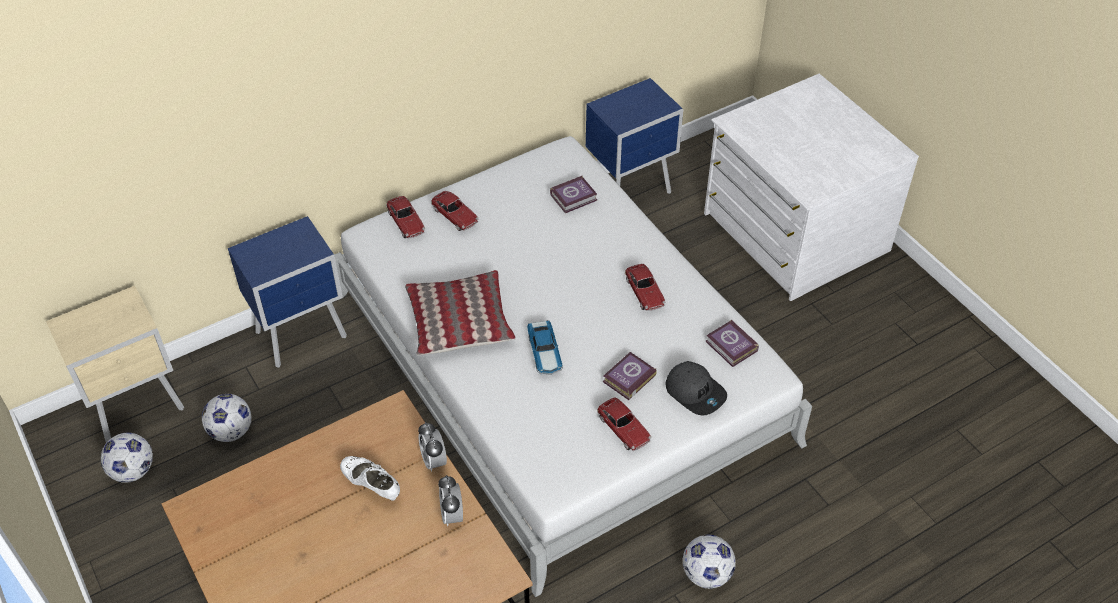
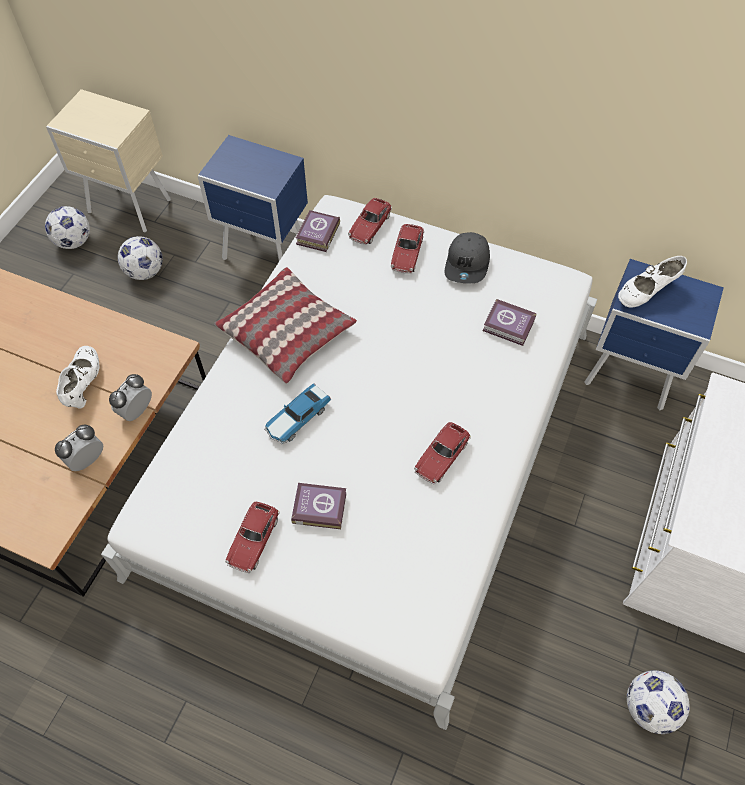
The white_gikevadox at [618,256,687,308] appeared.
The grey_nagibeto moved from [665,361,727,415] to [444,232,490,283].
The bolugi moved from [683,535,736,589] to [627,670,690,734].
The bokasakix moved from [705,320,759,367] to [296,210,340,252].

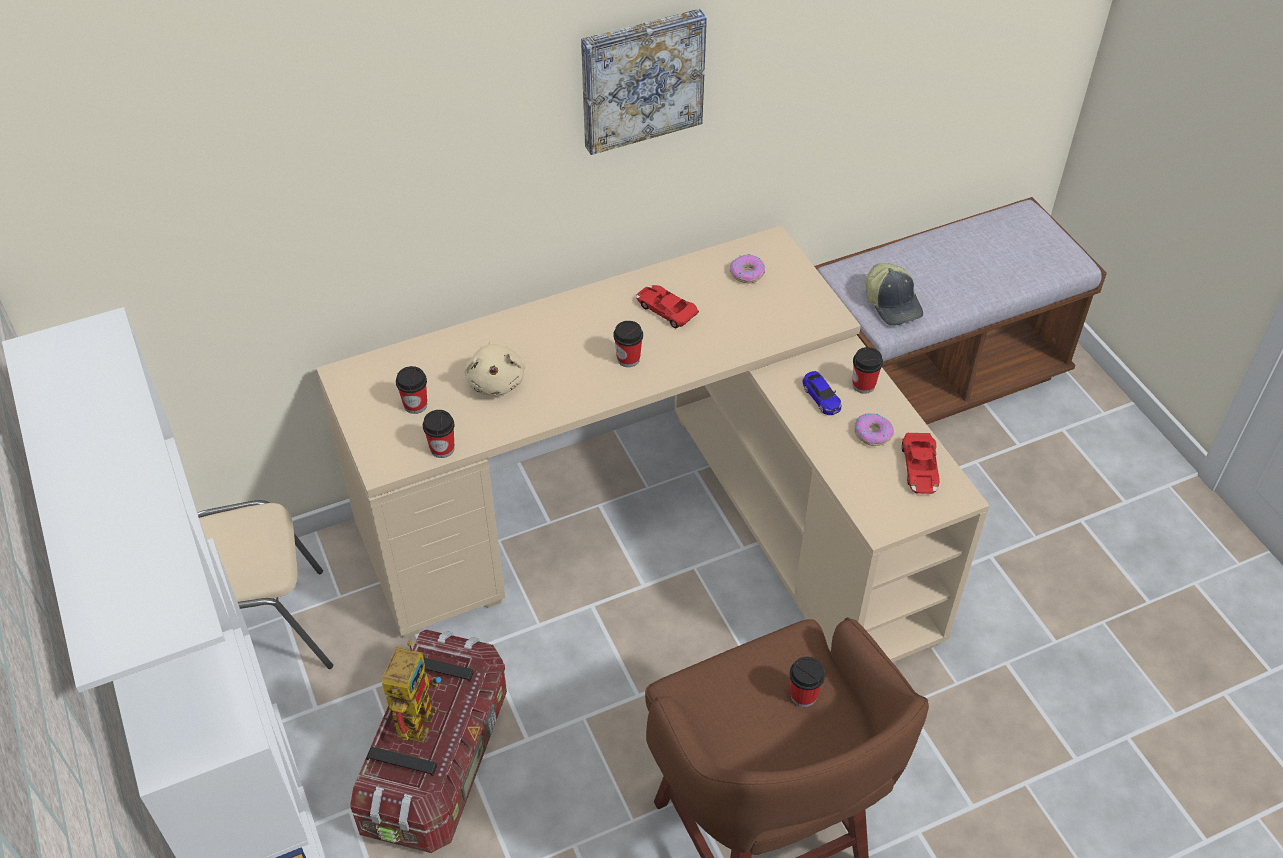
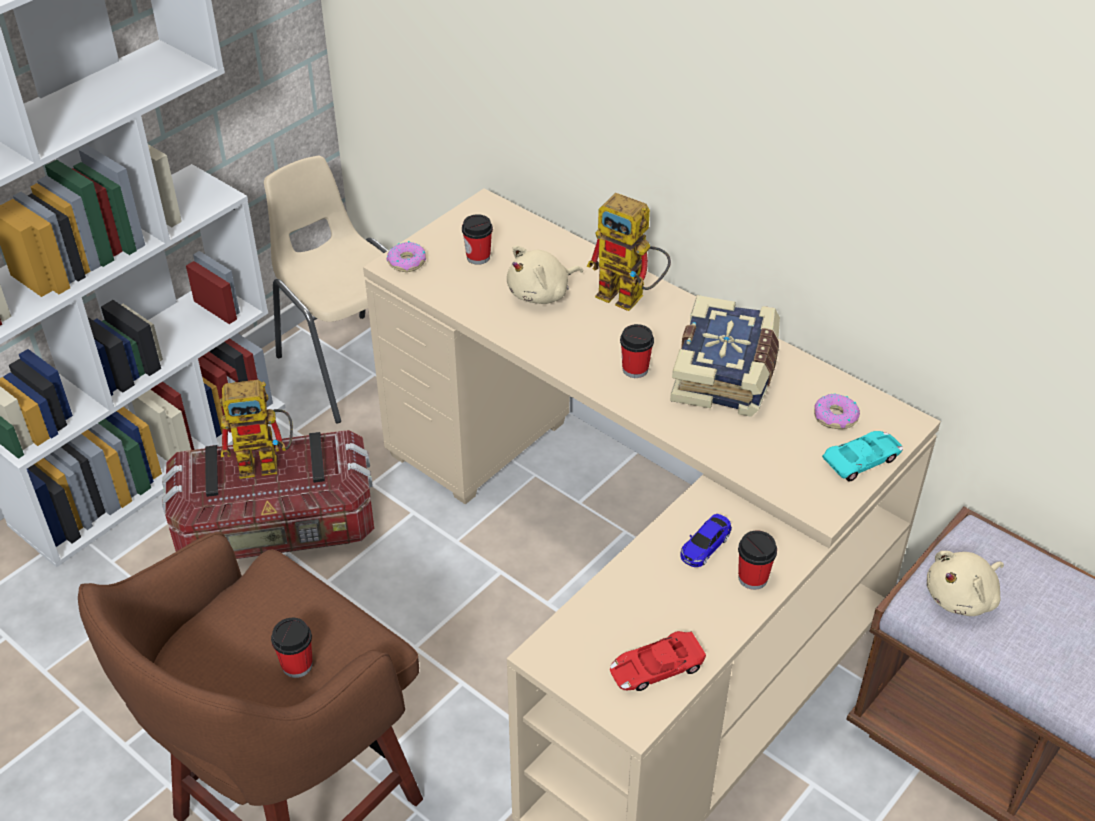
The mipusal at [423,410,455,458] disappeared.
The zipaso at [581,9,707,155] disappeared.
The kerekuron at [587,193,671,311] appeared.
The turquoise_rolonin at [822,431,903,482] appeared.
The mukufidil moved from [854,413,894,446] to [387,241,426,272].
The red_rolonin at [636,285,699,328] was replaced by the bokasakix at [670,295,780,417].
The nagibeto at [866,263,923,326] was replaced by the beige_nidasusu at [927,551,1004,616].

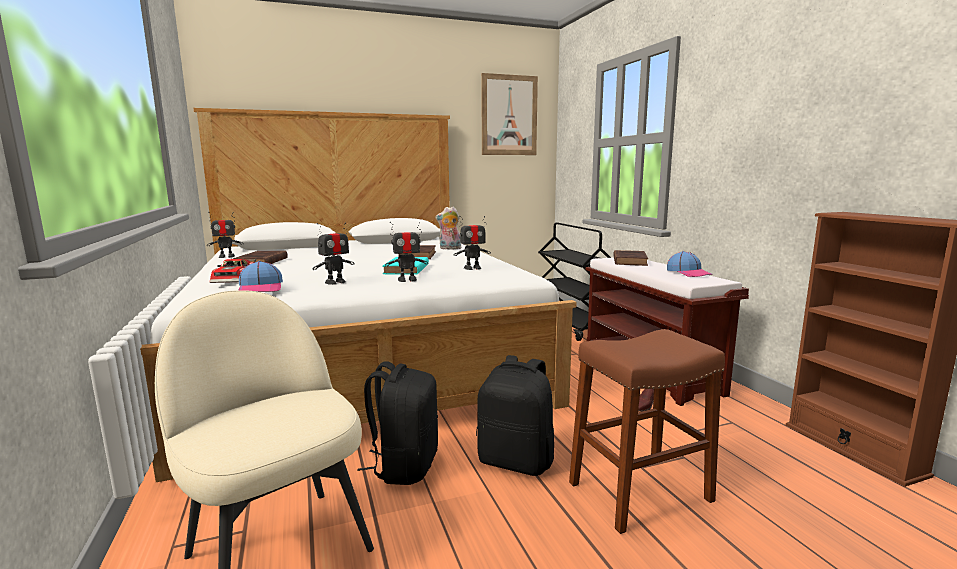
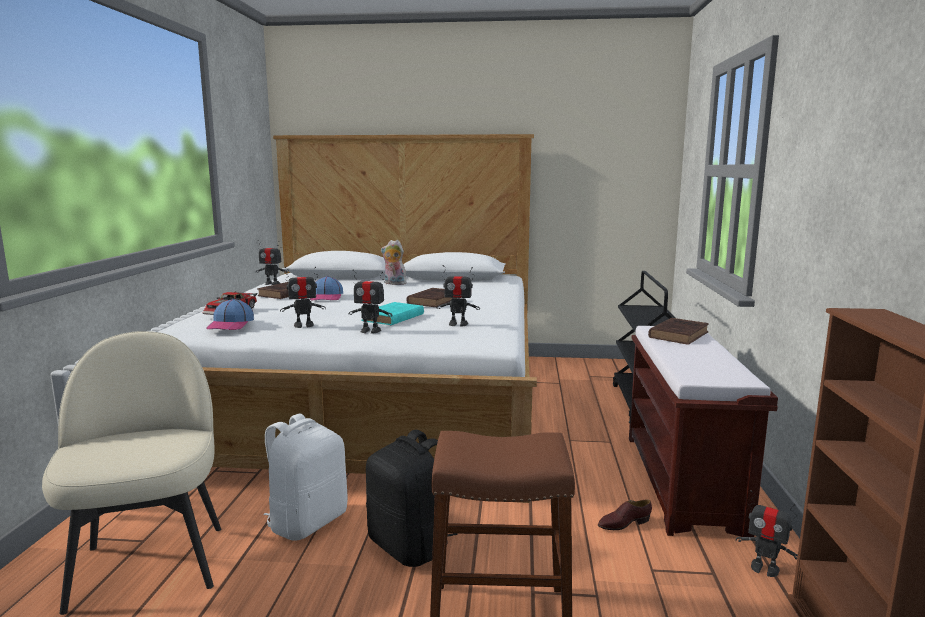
The zipaso at [481,73,538,155] disappeared.
The kerekuron at [736,490,798,577] appeared.
The nidasusu moved from [435,207,462,250] to [381,240,408,285].
The nagibeto moved from [667,251,713,277] to [310,276,343,300].
The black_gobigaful at [357,361,438,485] became the white_gobigaful at [263,413,348,540].

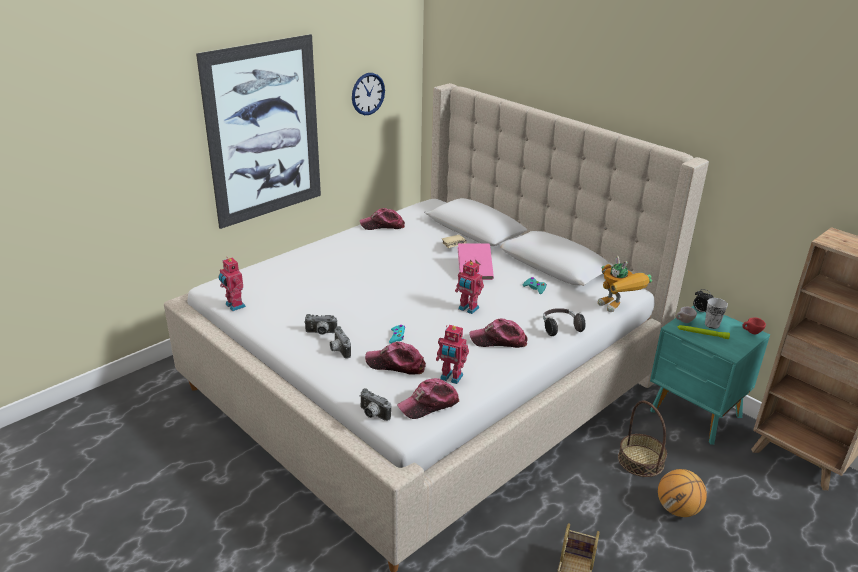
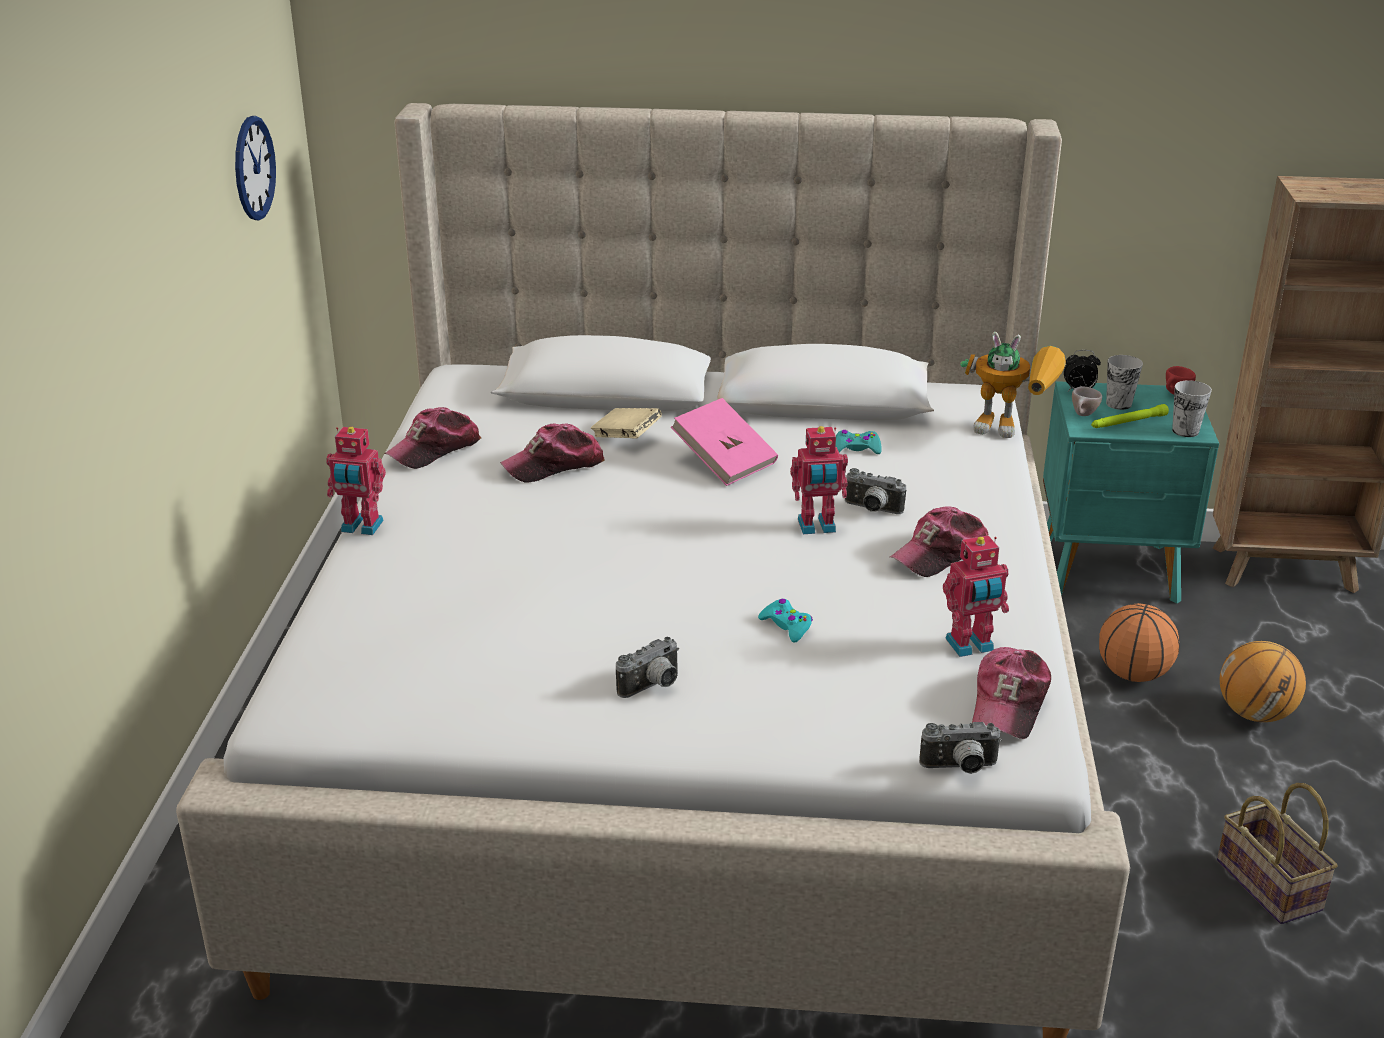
The zipaso at [196,34,321,229] disappeared.
The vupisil at [543,308,585,336] disappeared.
The mipusal at [1172,380,1212,437] appeared.
The kerekuron moved from [218,257,246,311] to [326,427,386,535].
The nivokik moved from [330,326,351,359] to [845,468,906,514].
The nagibeto moved from [365,342,426,375] to [500,423,605,483].
The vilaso at [618,401,667,477] was replaced by the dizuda at [1099,603,1179,682].

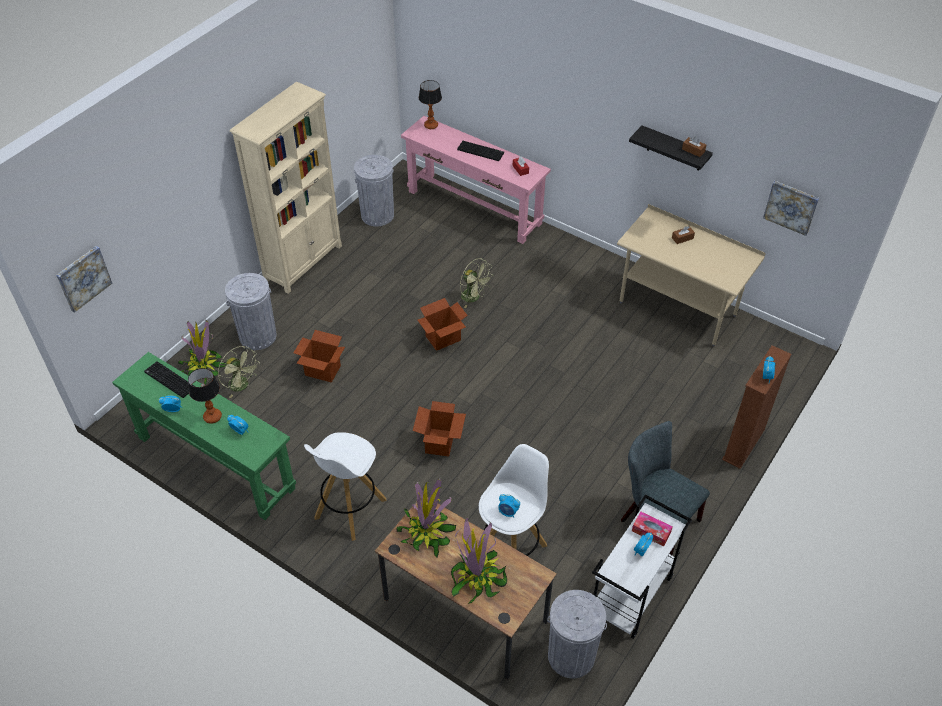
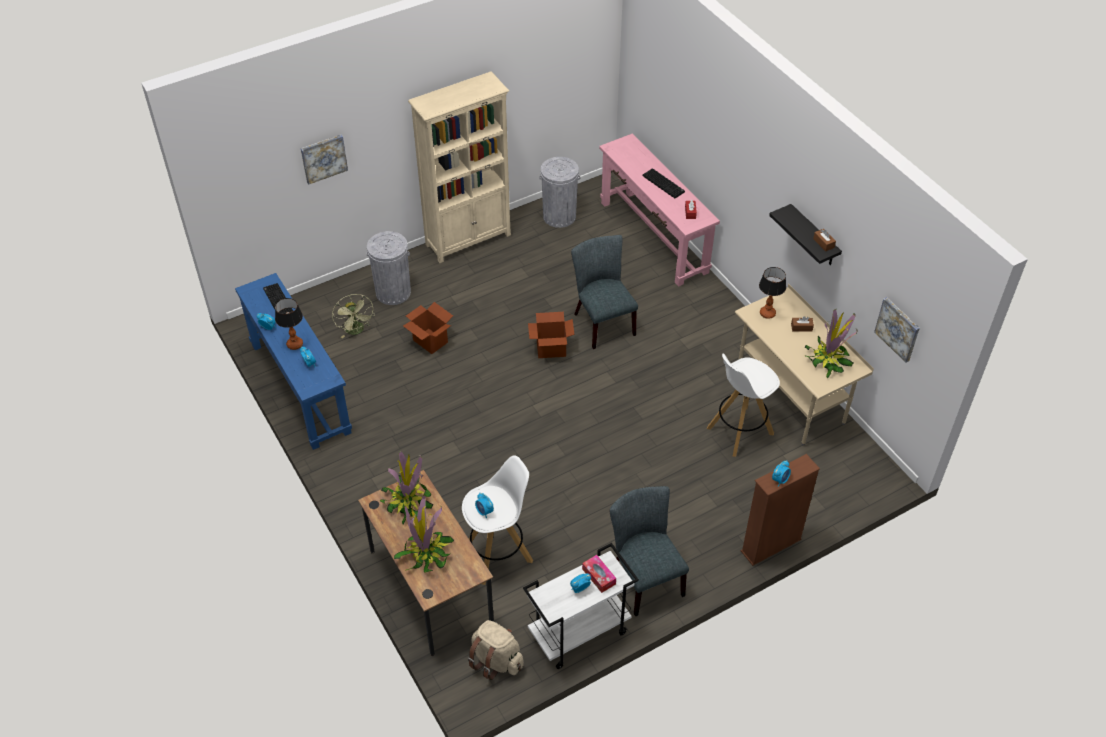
The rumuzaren at [413,401,466,457] disappeared.
The zipaso moved from [56,246,112,313] to [301,135,348,185].
The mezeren moved from [178,320,226,385] to [805,309,858,379].
The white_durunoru moved from [304,432,386,541] to [707,354,780,457].
The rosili moved from [419,80,442,129] to [759,267,786,319].
The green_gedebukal at [460,258,492,308] was replaced by the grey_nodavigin at [571,235,638,349].
The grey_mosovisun at [547,590,607,678] was replaced by the beige_gobigaful at [468,620,524,680].
The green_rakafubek at [112,352,296,520] became the blue_rakafubek at [235,273,352,450].

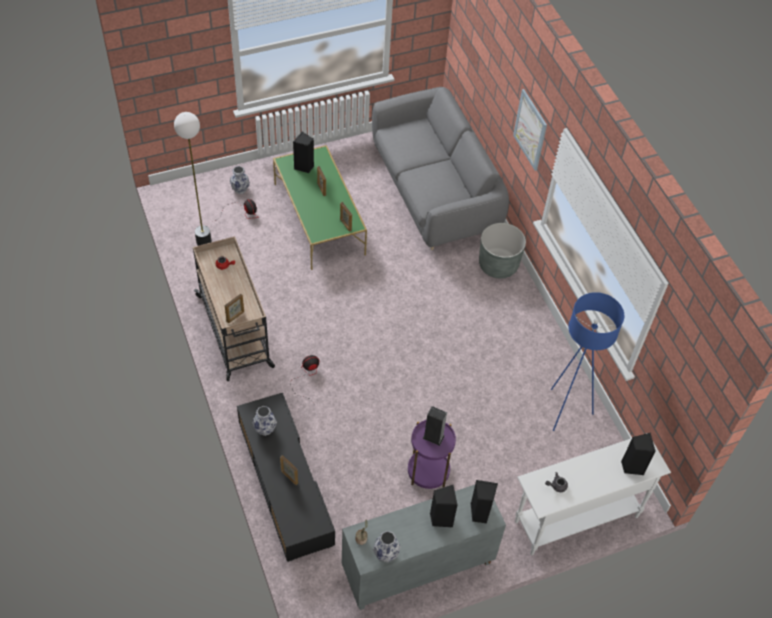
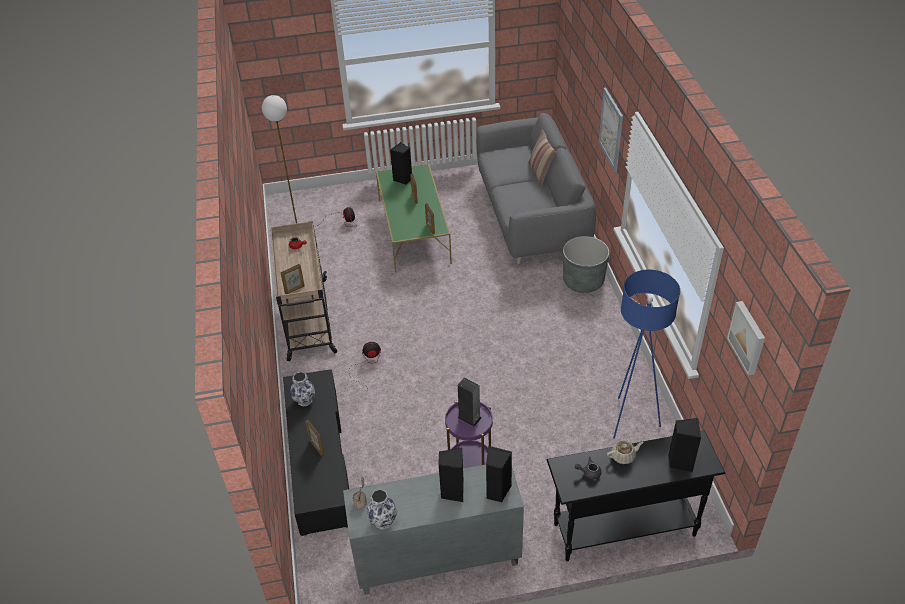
The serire at [230,166,250,194] disappeared.
The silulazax at [528,129,556,186] appeared.
The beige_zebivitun at [607,440,644,464] appeared.
The zipaso at [727,301,765,376] appeared.
The white_rakafubek at [515,433,671,555] became the black_rakafubek at [547,430,725,561].

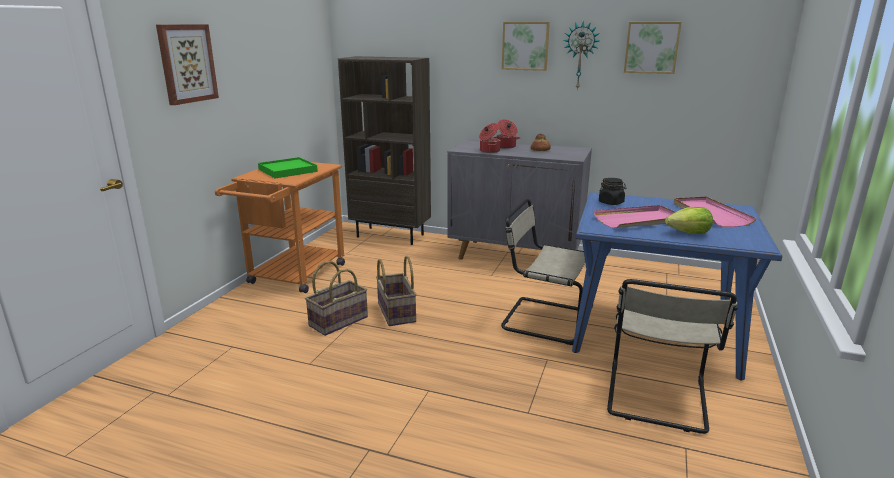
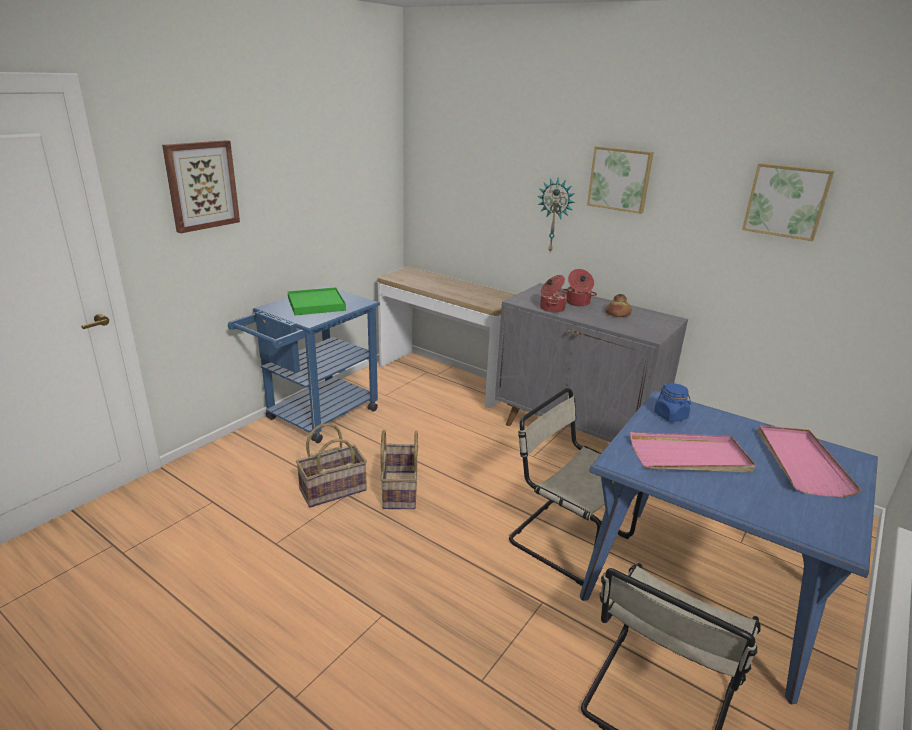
The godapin at [665,207,713,234] disappeared.
The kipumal moved from [563,21,600,90] to [537,177,575,252].
The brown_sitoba at [338,56,431,245] was replaced by the rakafubek at [377,266,516,408].
The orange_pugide at [215,162,345,293] became the blue_pugide at [228,286,380,443].
The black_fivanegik at [599,178,626,205] became the blue_fivanegik at [654,383,691,422].

